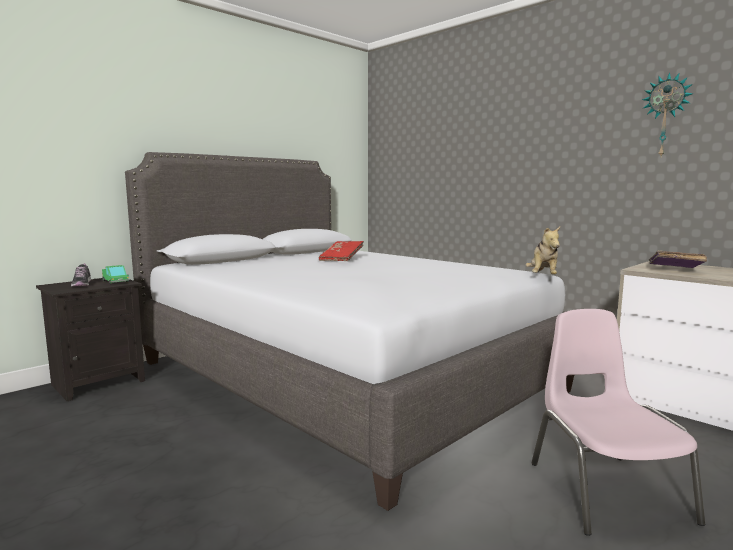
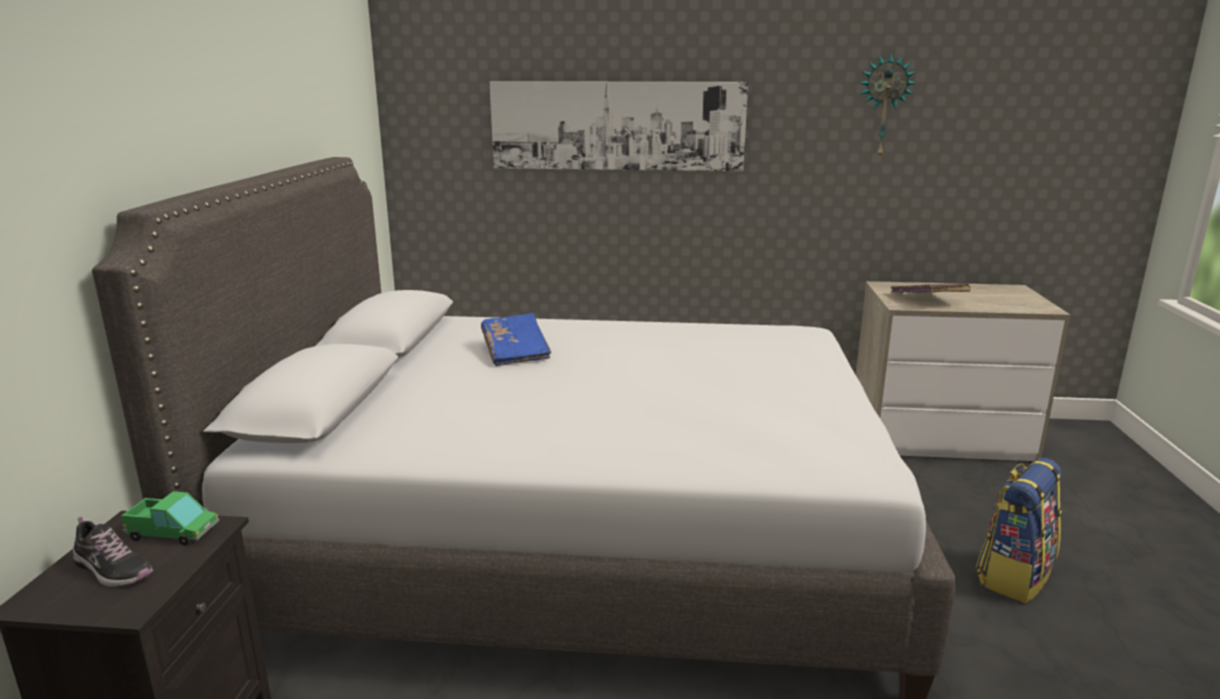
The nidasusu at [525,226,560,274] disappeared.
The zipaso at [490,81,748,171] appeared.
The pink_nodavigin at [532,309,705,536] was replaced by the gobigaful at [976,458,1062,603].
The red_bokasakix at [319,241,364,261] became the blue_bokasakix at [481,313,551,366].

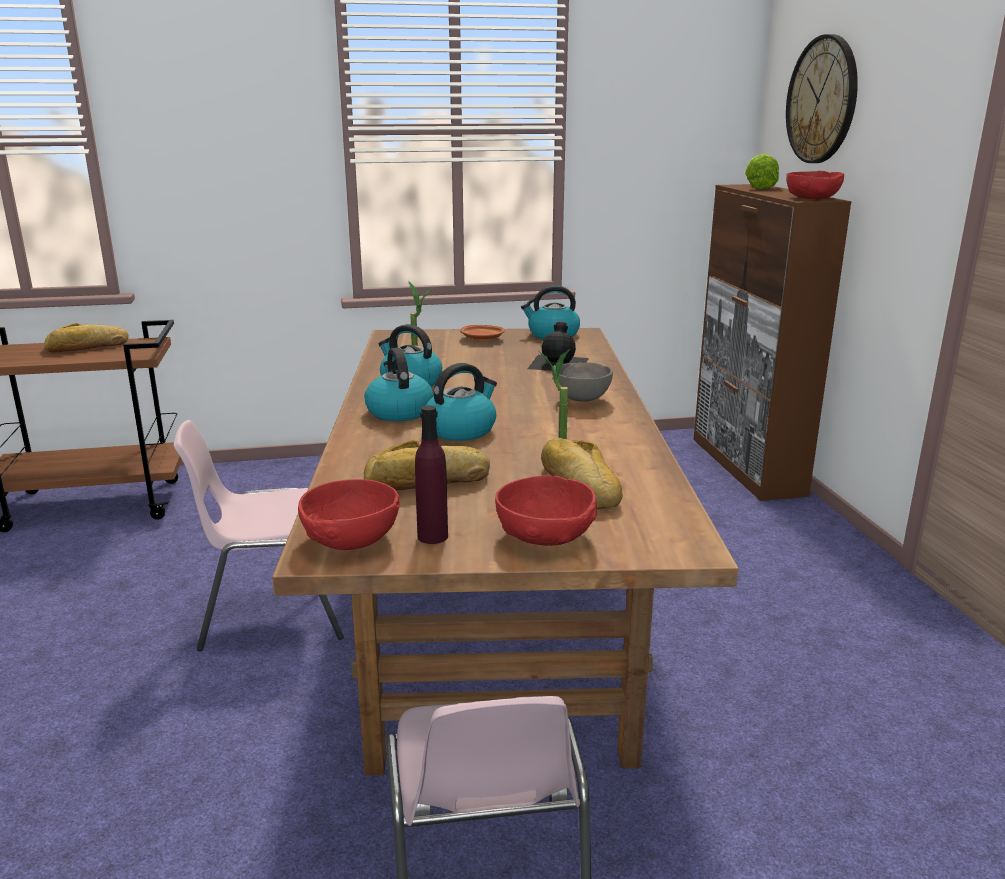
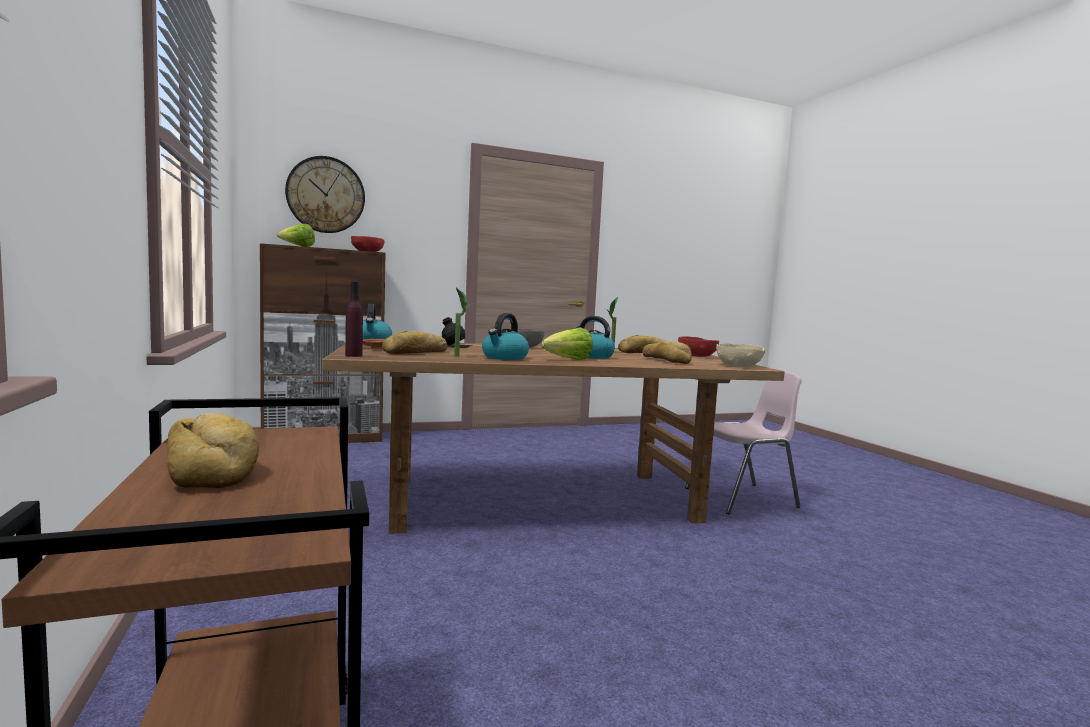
The pink_nodavigin at [174,420,344,651] disappeared.
The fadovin at [382,331,447,354] appeared.
The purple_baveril moved from [415,405,448,544] to [345,282,363,357].
The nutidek at [364,348,434,421] was replaced by the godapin at [541,327,593,360].
The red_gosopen at [298,479,400,550] became the beige_gosopen at [716,343,765,367].

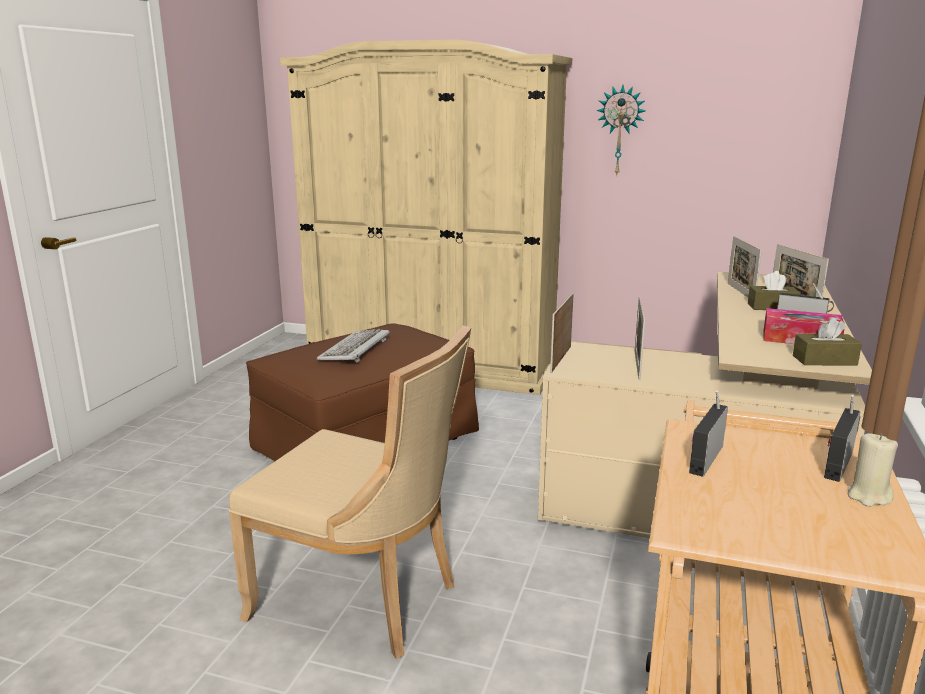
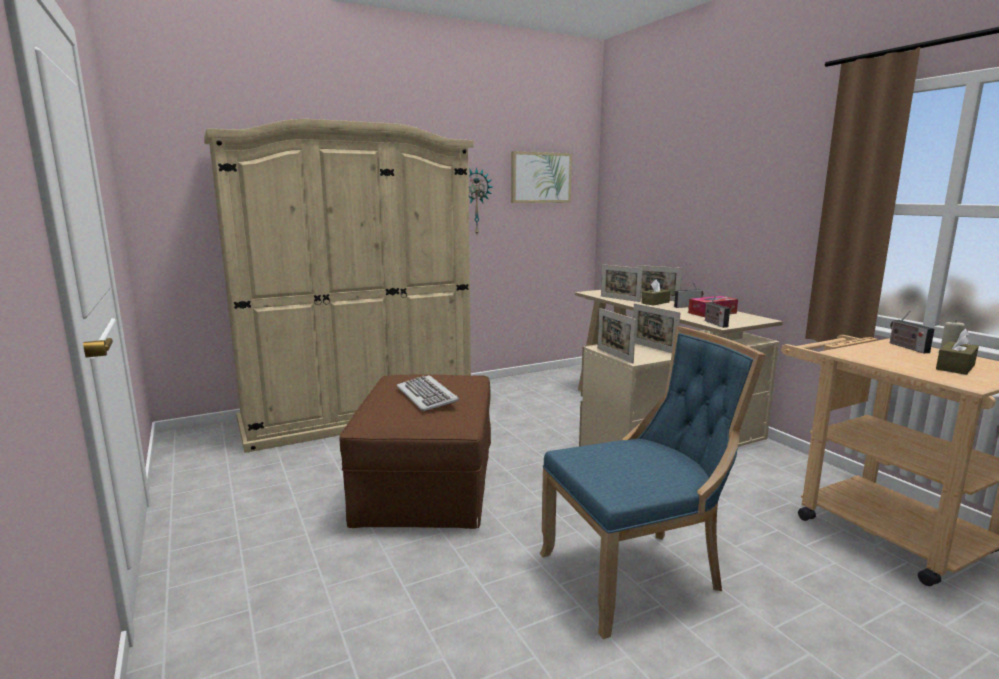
The zipaso at [511,151,572,203] appeared.
The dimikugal moved from [689,391,728,477] to [705,294,730,328].
The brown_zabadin moved from [793,317,862,365] to [936,329,979,375].
The beige_nodavigin at [229,326,471,659] became the blue_nodavigin at [540,326,765,639].

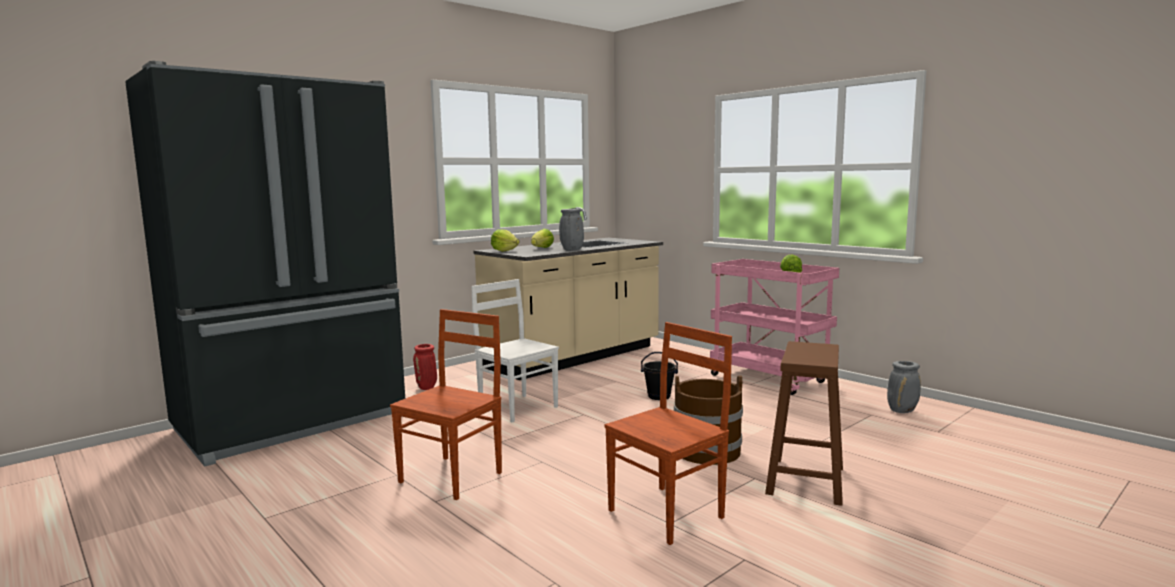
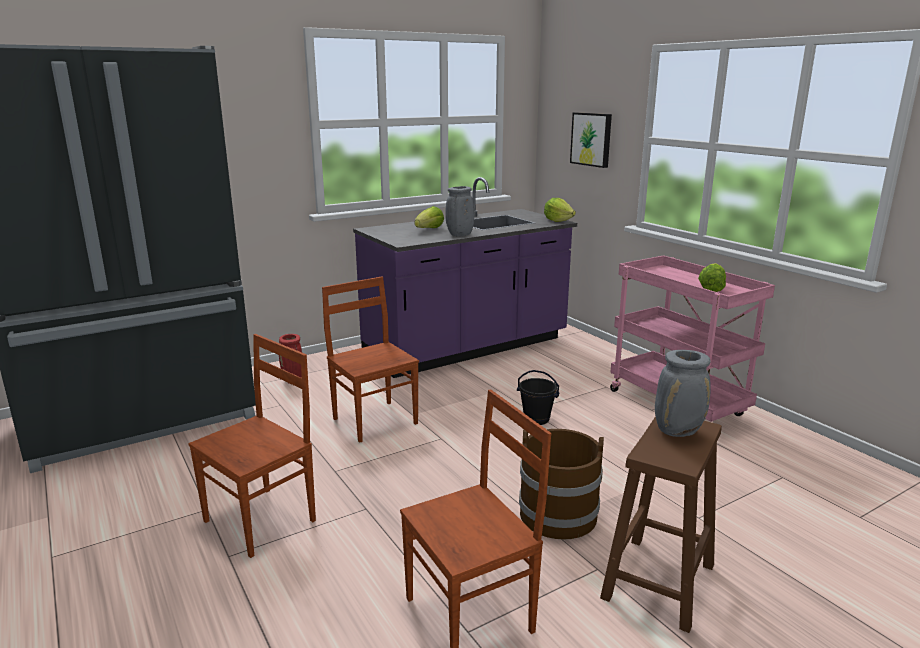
The zipaso at [570,112,612,168] appeared.
The godapin moved from [491,229,519,252] to [544,198,576,222].
The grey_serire moved from [887,361,921,413] to [655,350,711,437].
The white_nodavigin at [471,279,559,422] became the brown_nodavigin at [322,277,419,443].
The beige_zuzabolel at [474,207,663,380] became the purple_zuzabolel at [353,177,577,378].

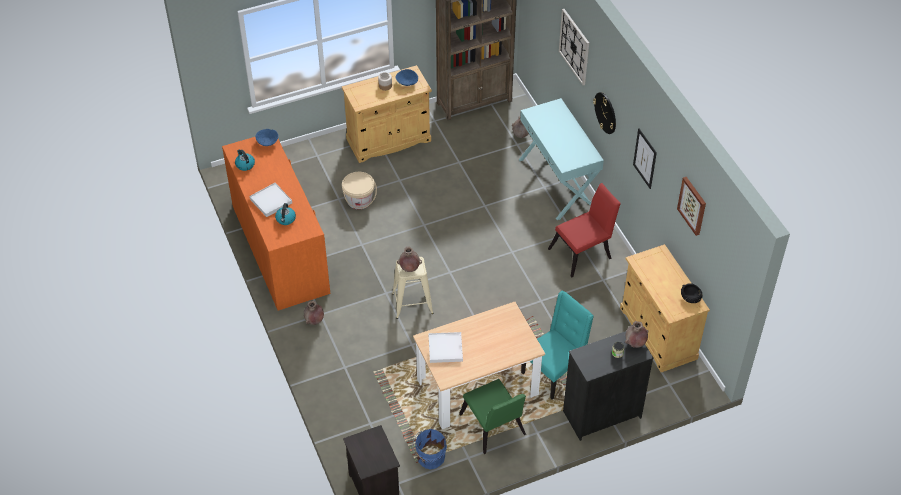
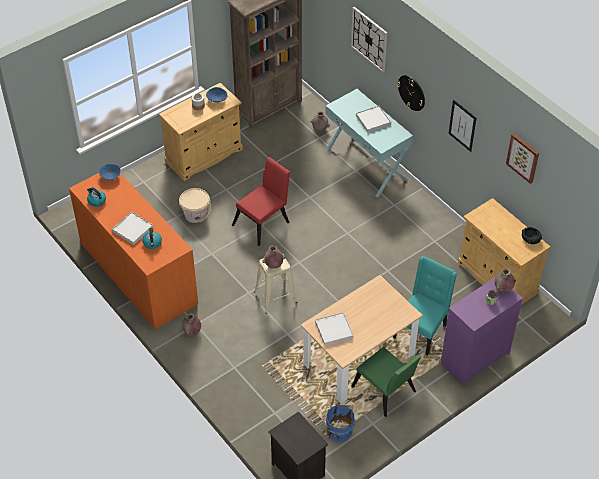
The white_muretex at [356,106,391,132] appeared.
The red_nodavigin moved from [548,183,621,277] to [232,157,290,246].
The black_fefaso at [563,331,654,441] became the purple_fefaso at [441,278,523,386].

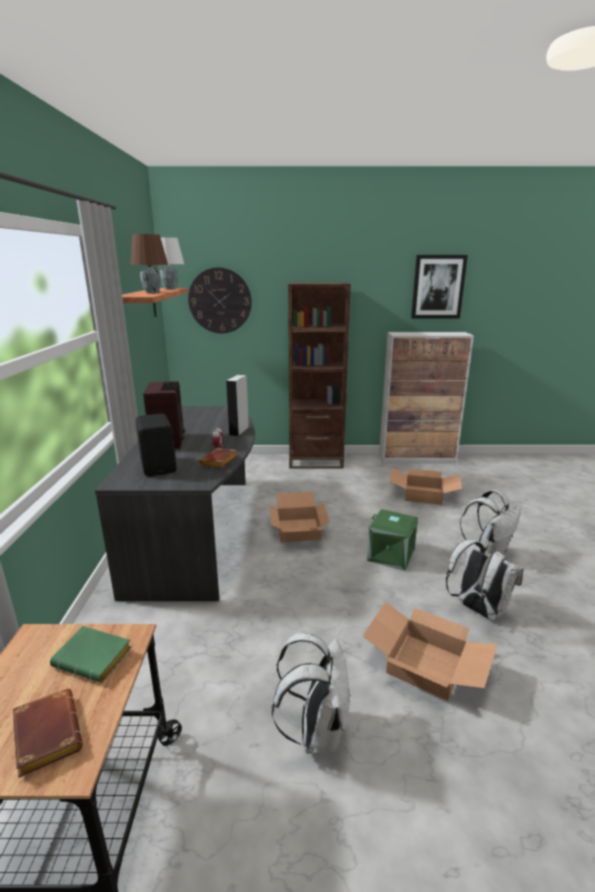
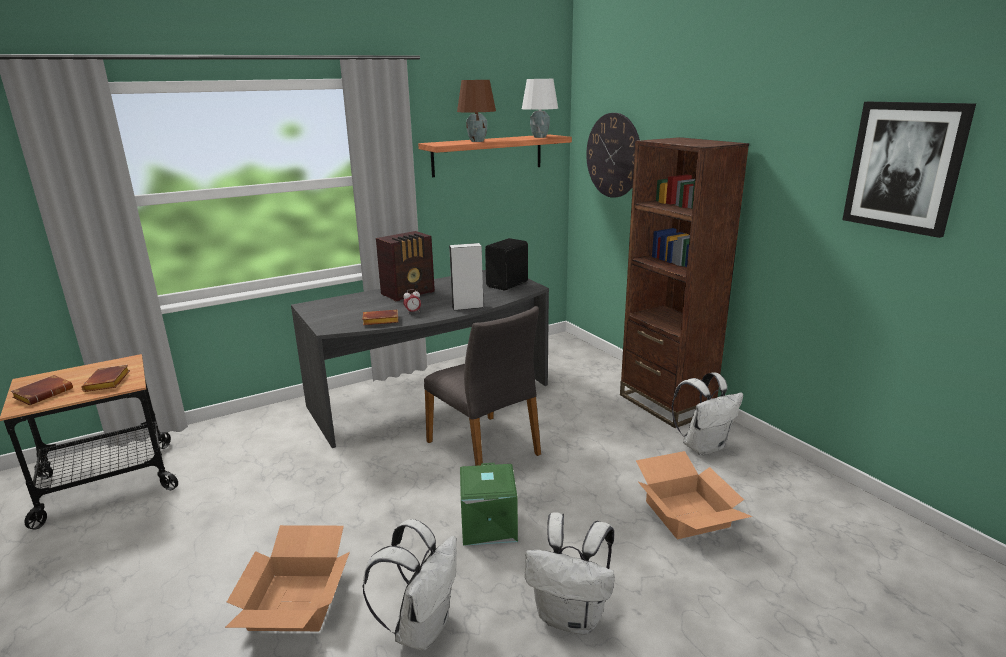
The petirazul at [379,332,474,464] disappeared.
The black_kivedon moved from [135,413,177,476] to [485,238,528,290].
The white_gobigaful moved from [272,633,350,754] to [672,372,743,456].
The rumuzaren at [269,492,330,542] was replaced by the grey_nodavigin at [424,306,541,466].
The green_bokasakix at [50,626,132,683] became the brown_bokasakix at [81,365,130,392].

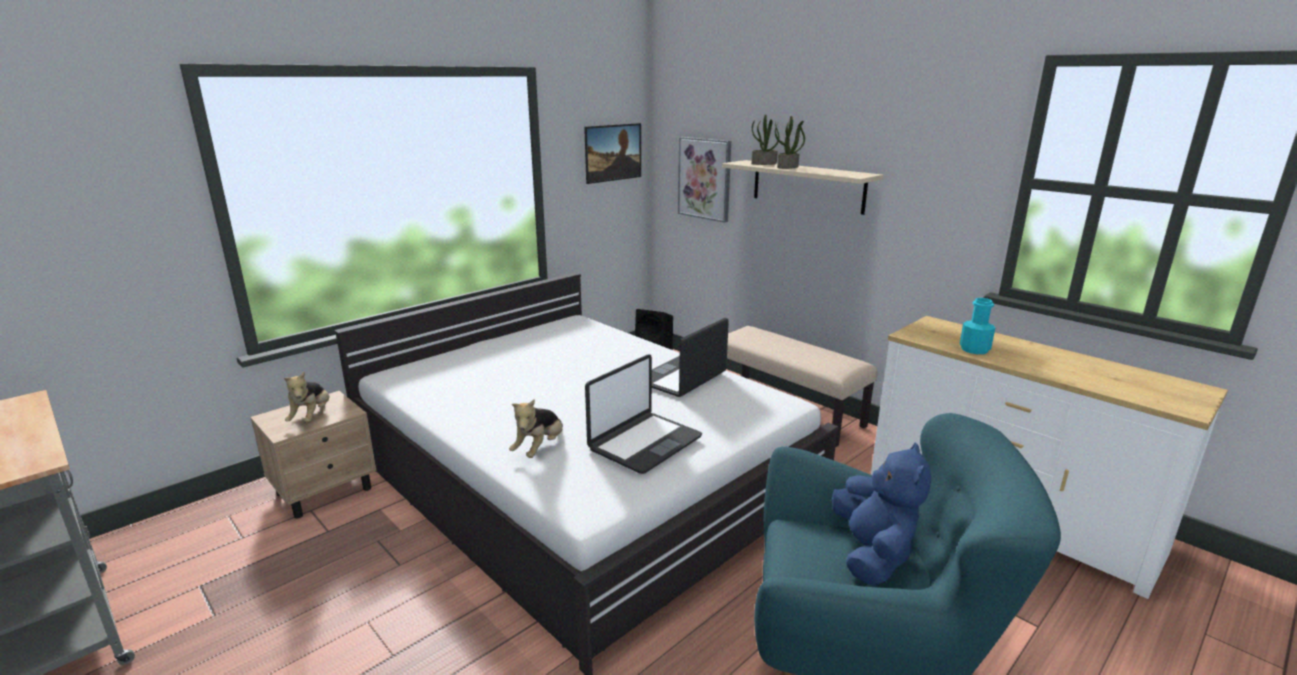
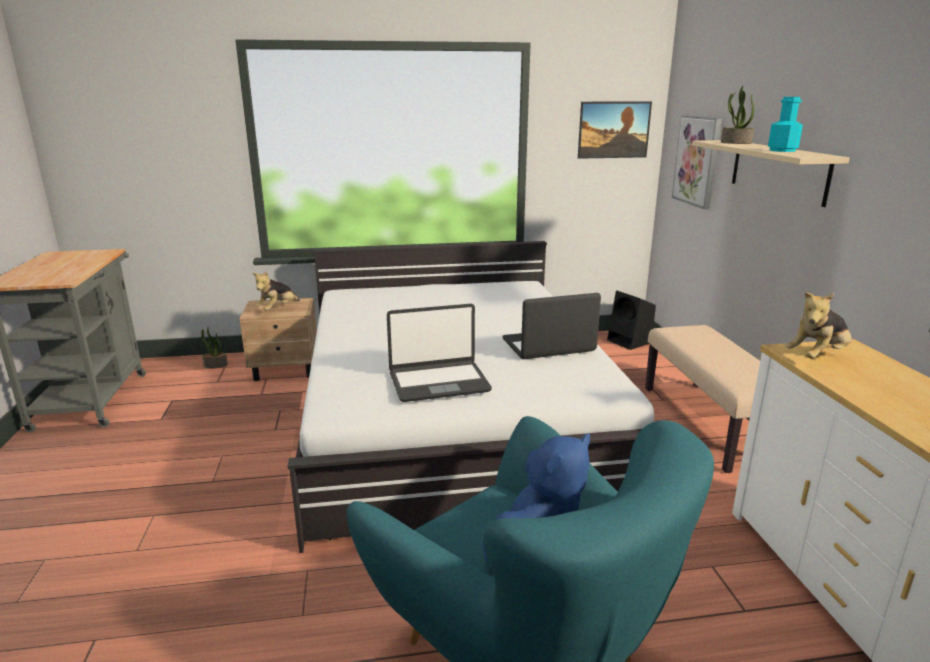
The nidasusu moved from [509,399,563,458] to [785,293,851,359].
The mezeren moved from [775,116,805,169] to [201,327,228,368].
The turquoise_baveril moved from [960,298,995,354] to [768,97,803,152].

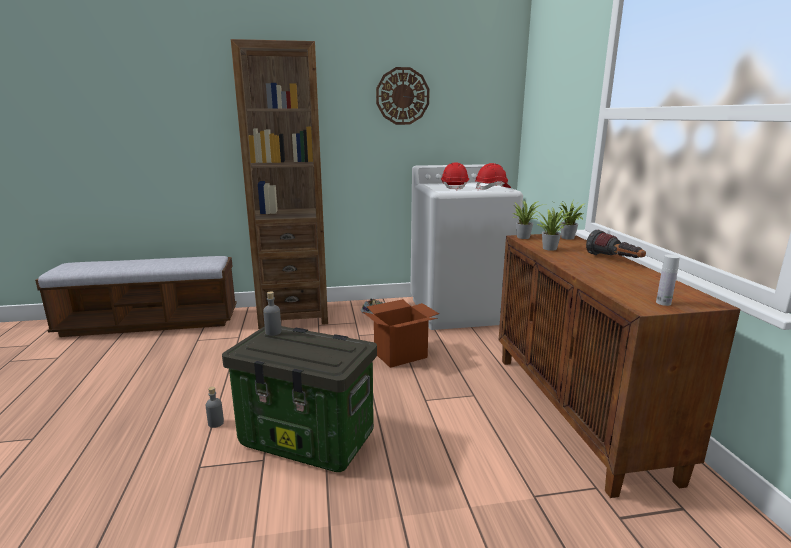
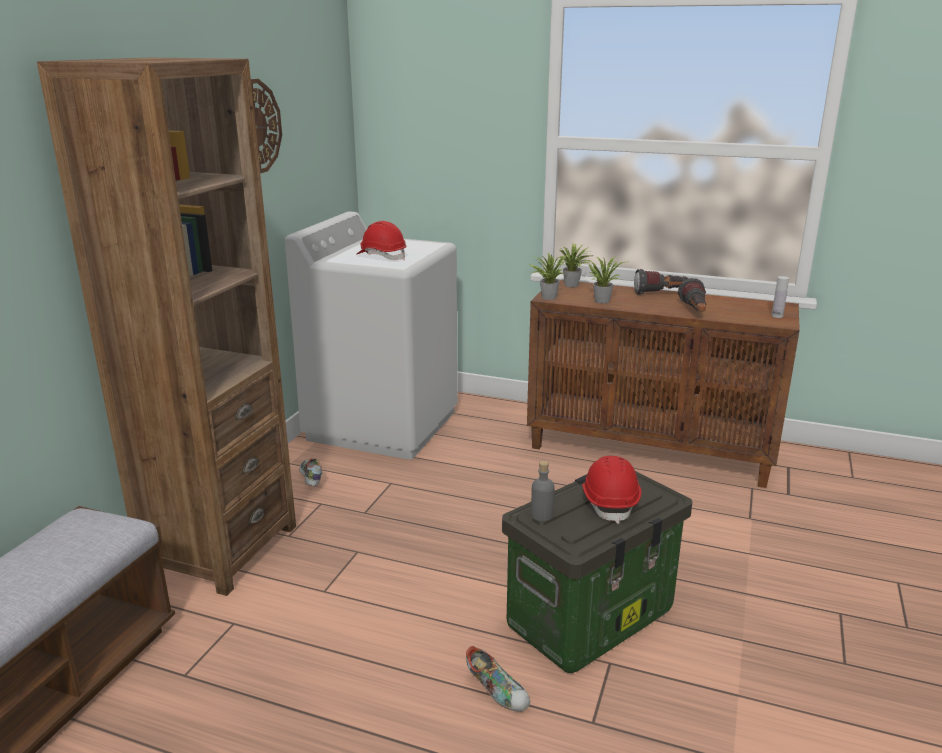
The rumuzaren at [363,299,439,368] disappeared.
The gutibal at [678,278,706,311] appeared.
The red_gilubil moved from [475,163,511,191] to [582,456,642,524].
The grey_baveril at [206,387,224,428] was replaced by the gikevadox at [466,646,530,712].

